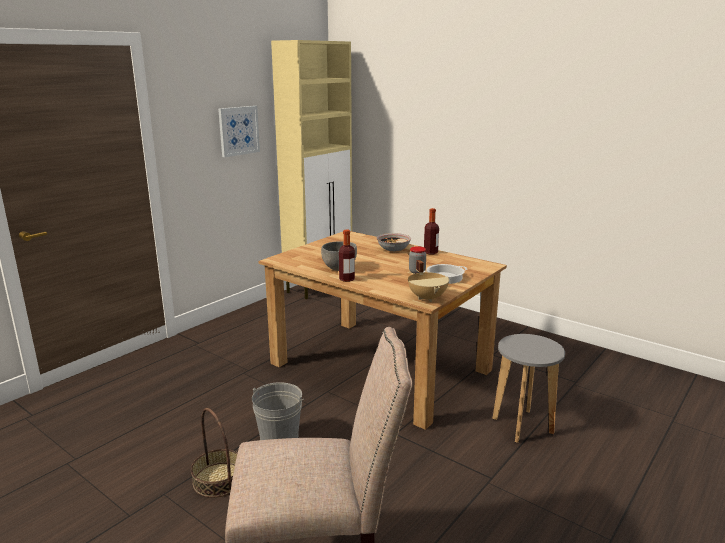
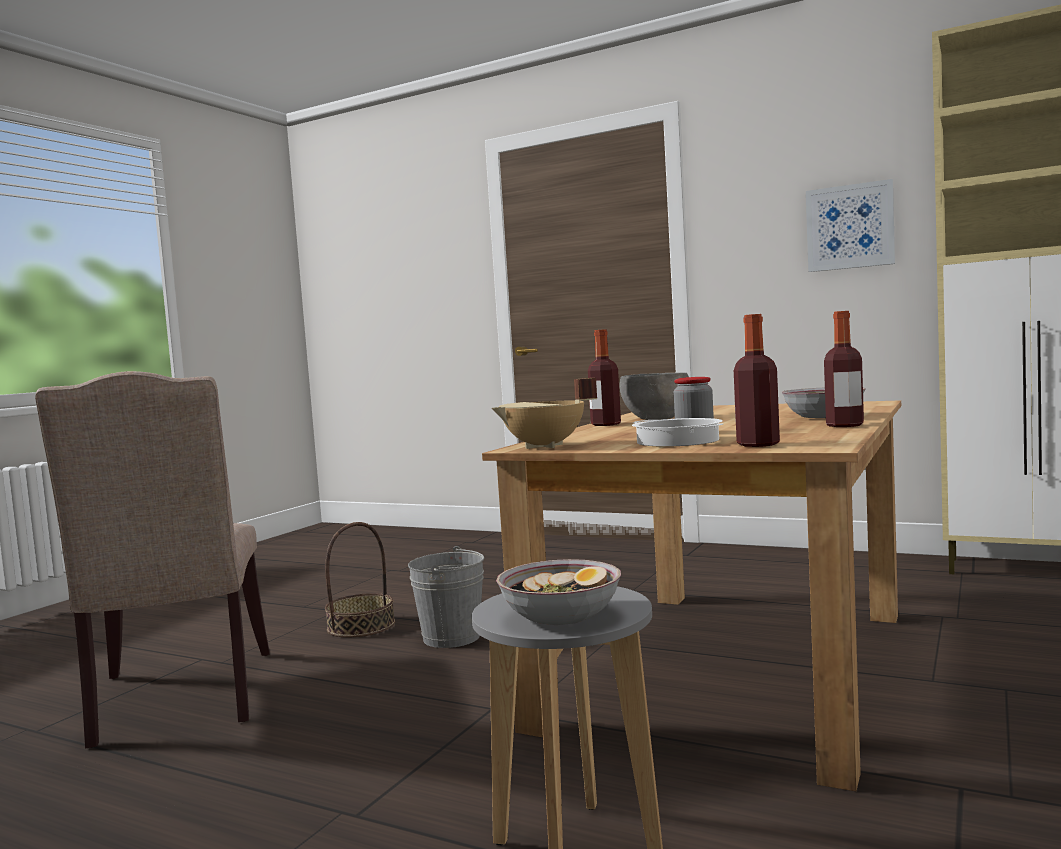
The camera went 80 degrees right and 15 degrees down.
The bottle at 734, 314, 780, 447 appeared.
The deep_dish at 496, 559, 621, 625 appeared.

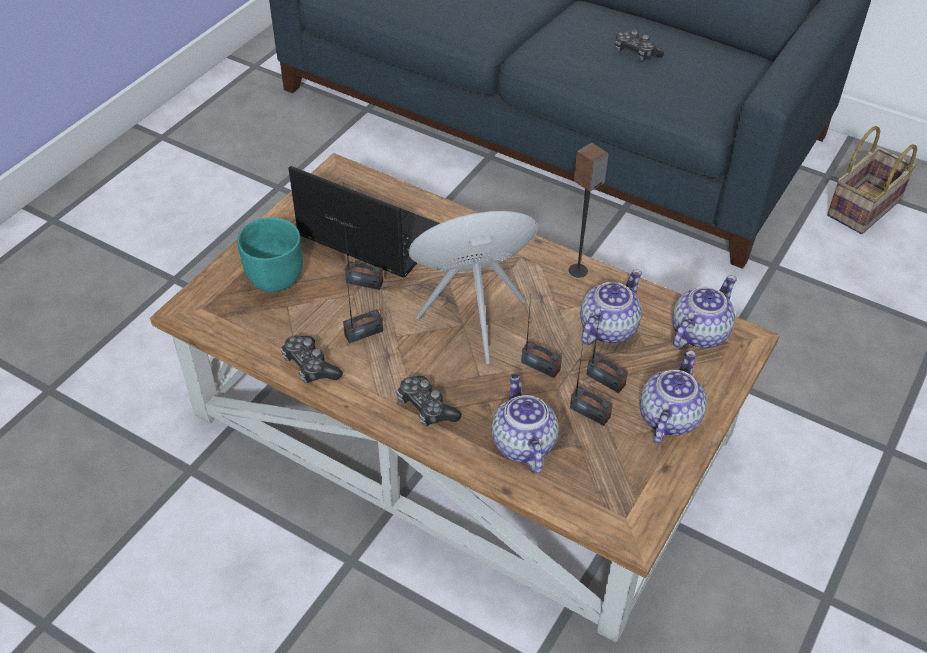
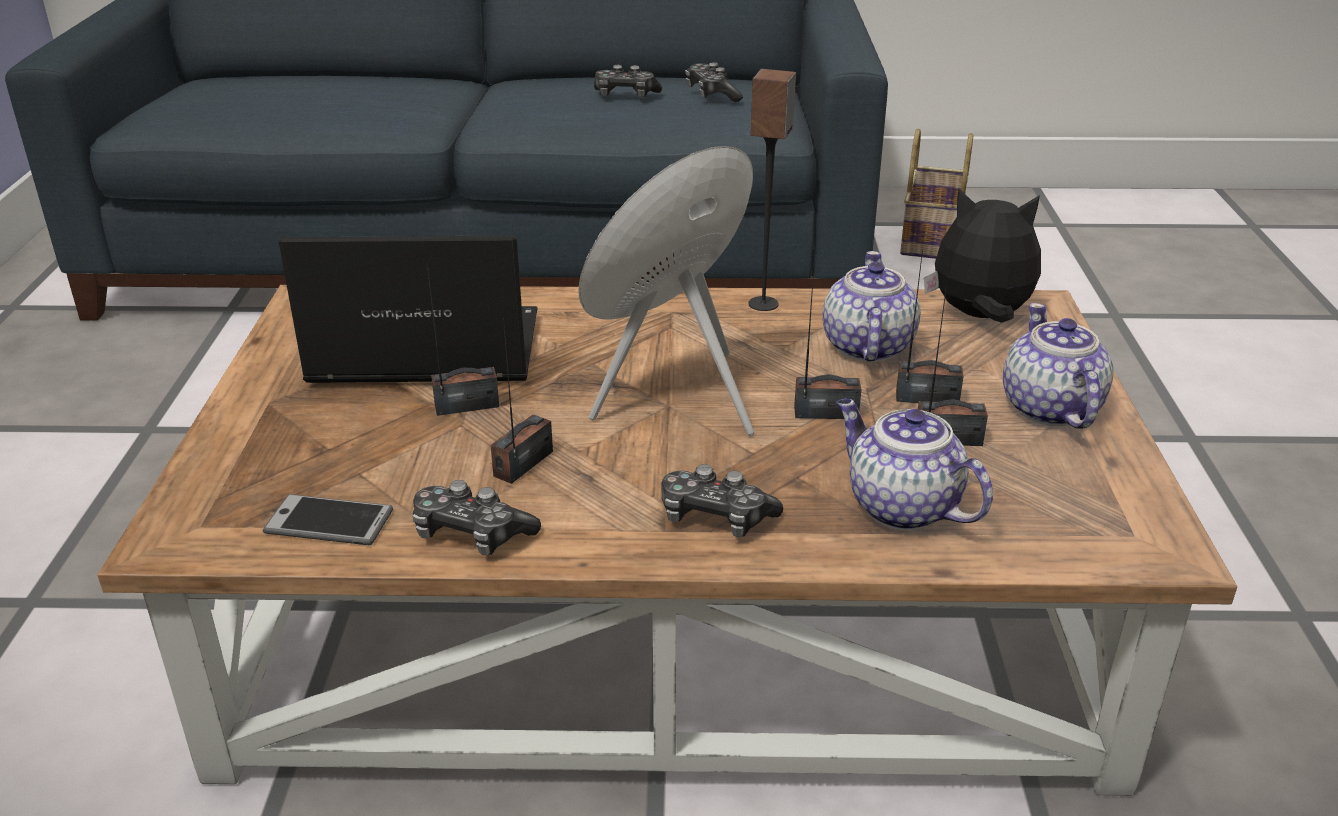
The camera went 30 degrees left and 15 degrees down.
The turquoise_deep_dish at 237, 217, 303, 292 disappeared.
The pot_for_tea at 672, 275, 737, 349 was replaced by the soft_toy at 924, 188, 1041, 323.
The game_controller at 685, 62, 743, 102 appeared.
The handset at 263, 494, 393, 545 appeared.

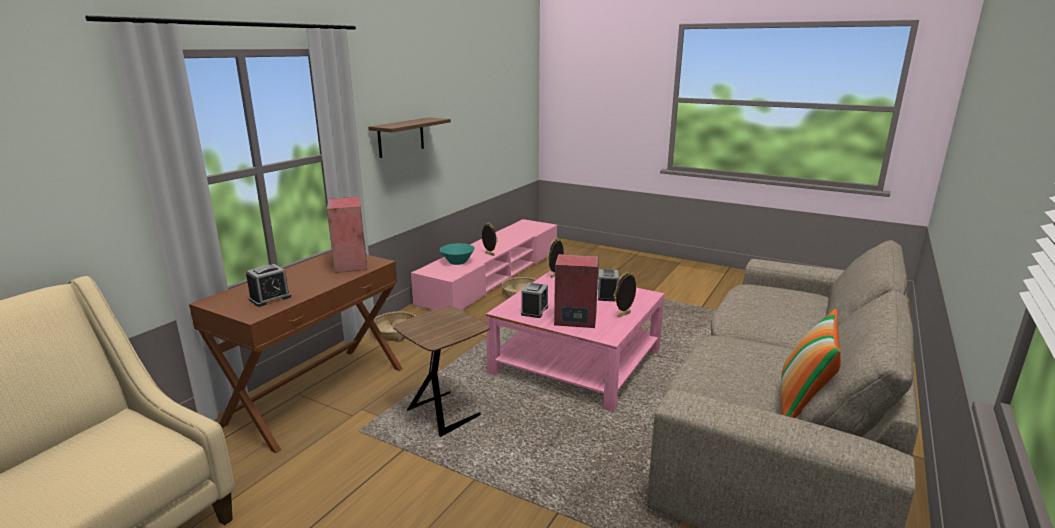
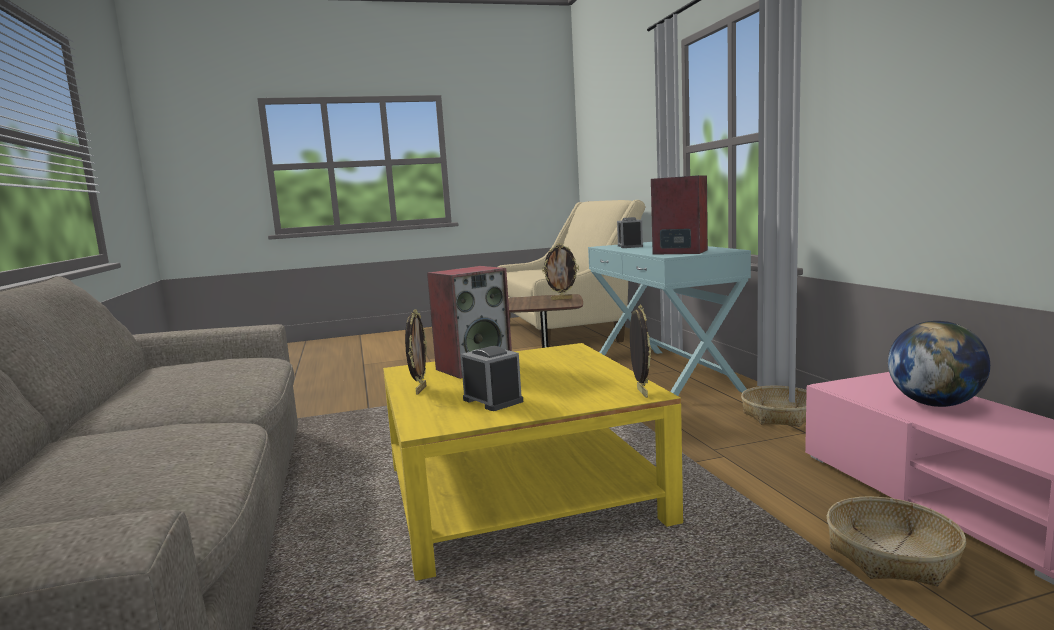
The camera went 135 degrees right and 10 degrees down.
The wall_shelf at 368, 117, 451, 158 disappeared.
The standing_frame moved from 482, 222, 498, 256 to 542, 243, 579, 300.
The turquoise_deep_dish at 440, 243, 475, 265 was replaced by the desk_globe at 888, 321, 990, 407.
The brownish_hall_table at 189, 251, 403, 454 became the turquoise_hall_table at 588, 242, 751, 396.
The pink_low_table at 486, 270, 664, 412 became the yellow_low_table at 383, 343, 683, 581.
The bedside_clock at 521, 282, 548, 318 disappeared.
The throw_pillow at 780, 309, 841, 418 disappeared.

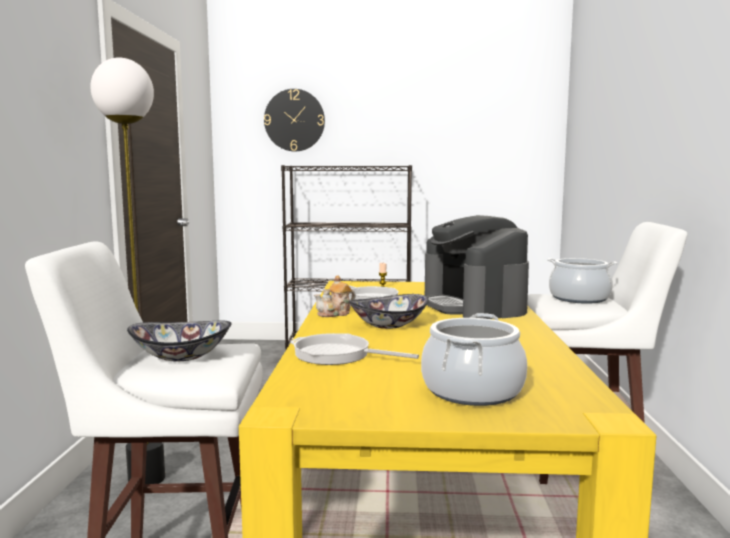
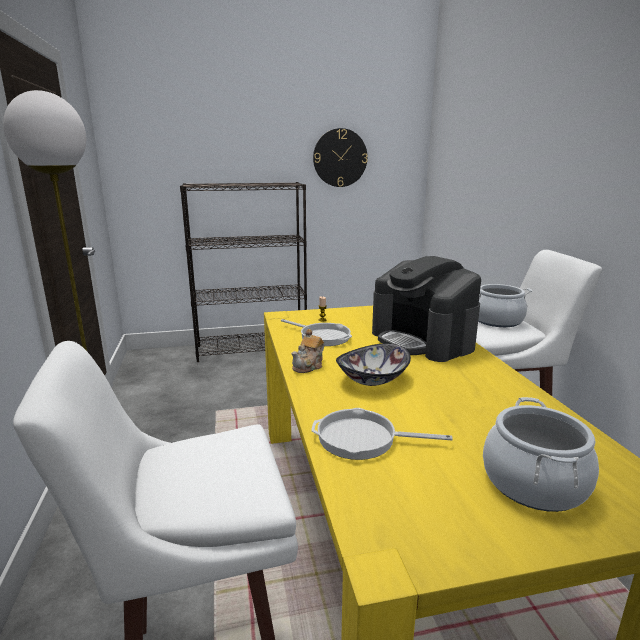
The camera went 15 degrees left and 10 degrees up.
The wall_clock moved from 264, 89, 325, 151 to 313, 128, 368, 187.
The deep_dish at 127, 321, 231, 361 disappeared.

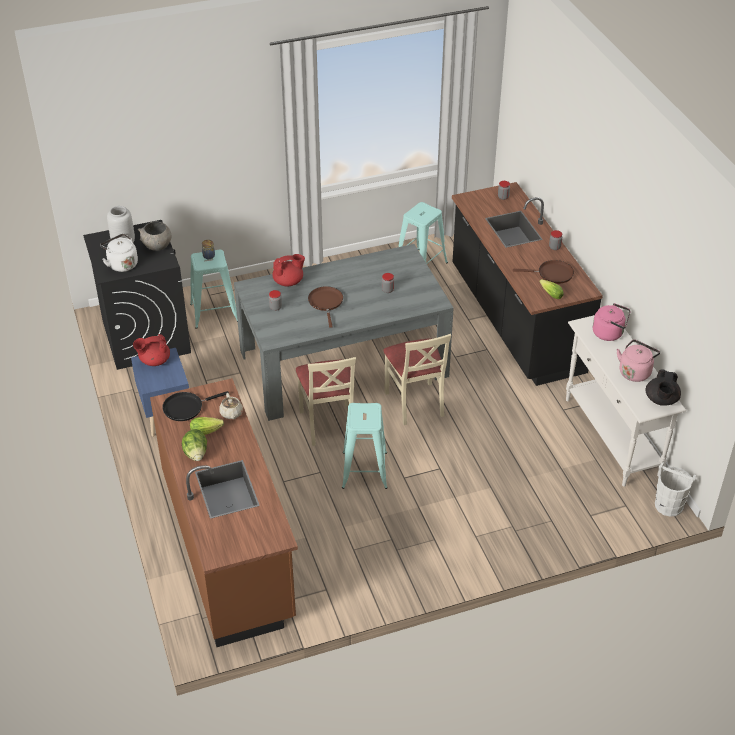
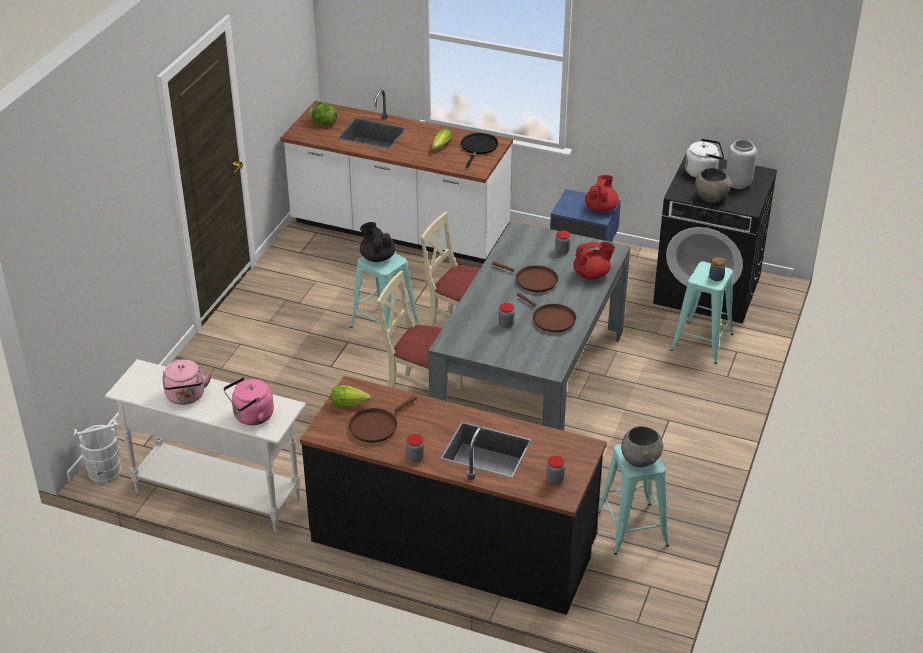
The camera went 130 degrees right and 5 degrees down.
The red-coloured_pot_for_tea at 273, 254, 305, 286 turned 120 degrees counterclockwise.
The blackish_pot_for_tea moved from 646, 369, 681, 406 to 360, 222, 396, 262.
The brownish_counter at 150, 378, 298, 647 became the white-coloured_counter at 280, 89, 513, 263.
The beige-coloured_pot_for_tea at 219, 393, 243, 419 disappeared.
The lettuce moved from 182, 429, 207, 461 to 308, 102, 337, 125.
The brownish_frying_pan at 517, 293, 576, 333 appeared.
The grey_deep_dish at 621, 426, 663, 467 appeared.

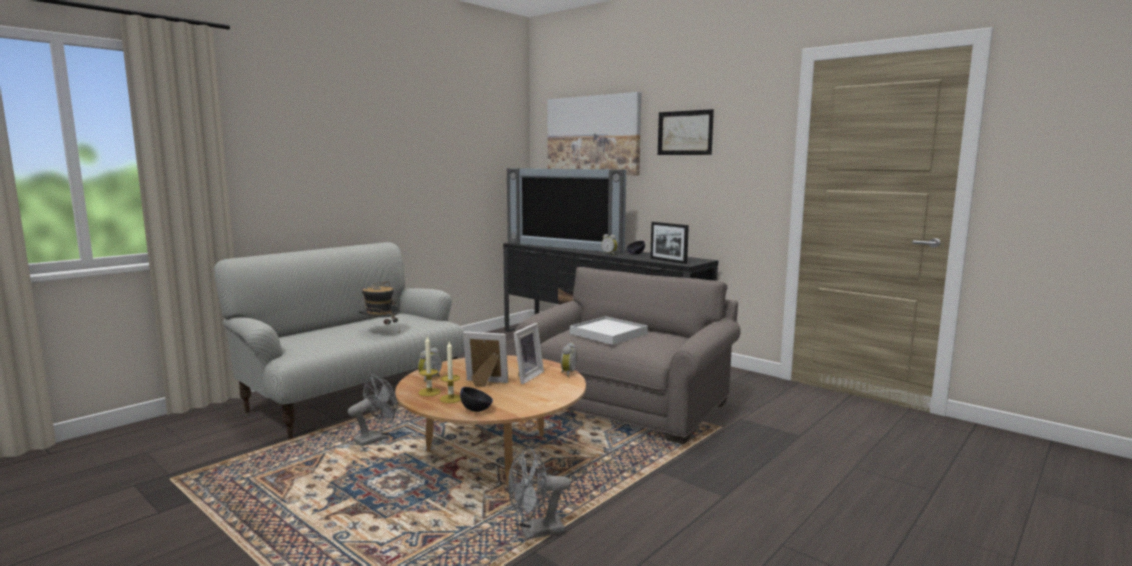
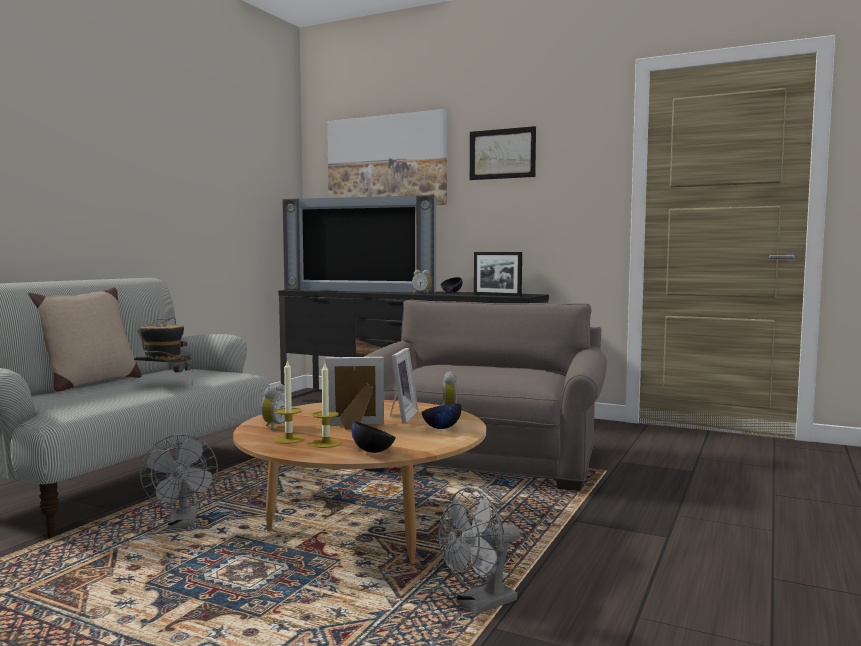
The camera went 15 degrees left and 5 degrees down.
The white-coloured_tray at 570, 316, 648, 345 disappeared.
The grey_electric_fan at 348, 374, 398, 446 turned 135 degrees clockwise.
The beige-coloured_throw_pillow at 28, 287, 142, 392 appeared.
The blackish_deep_dish at 421, 404, 461, 429 appeared.

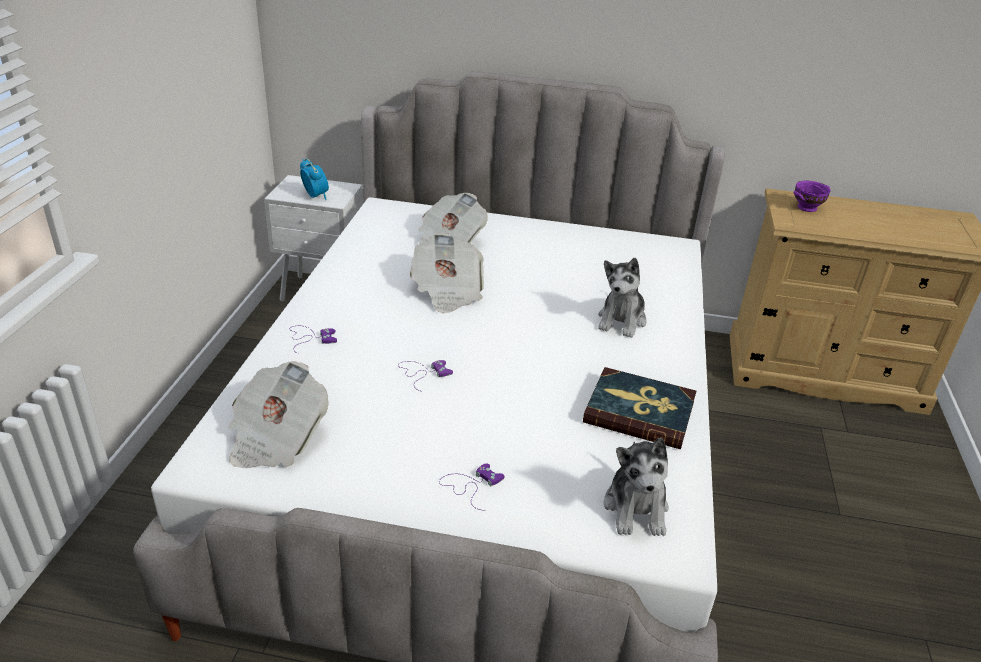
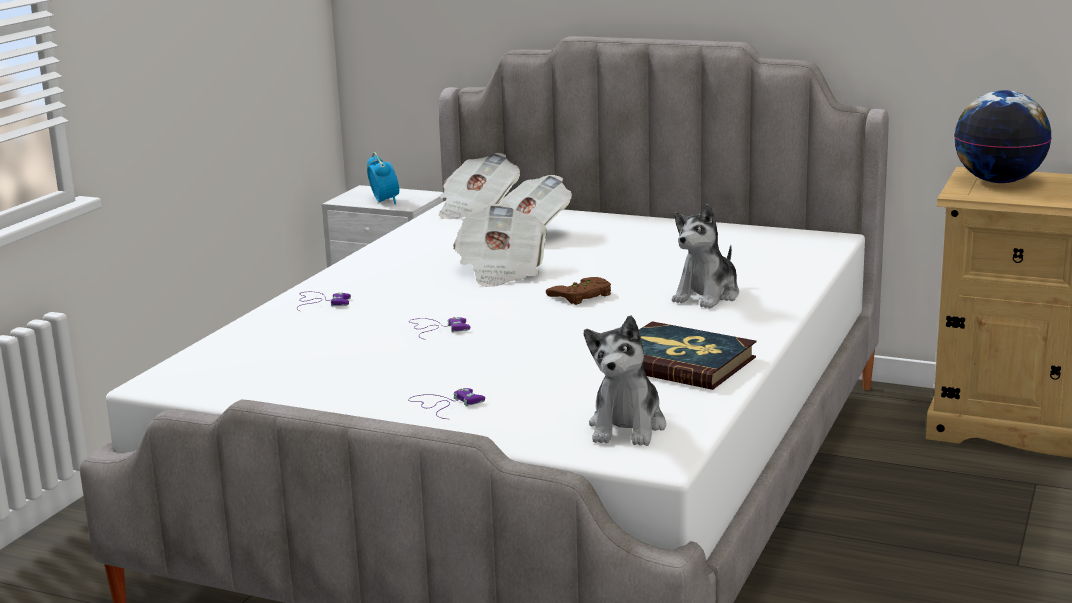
The camera went 15 degrees right and 15 degrees down.
The purple_deep_dish at 794, 180, 831, 212 was replaced by the desk_globe at 954, 90, 1052, 183.
The printed_paper moved from 229, 361, 329, 468 to 439, 153, 520, 219.
The brownish_game_controller at 546, 277, 611, 305 appeared.

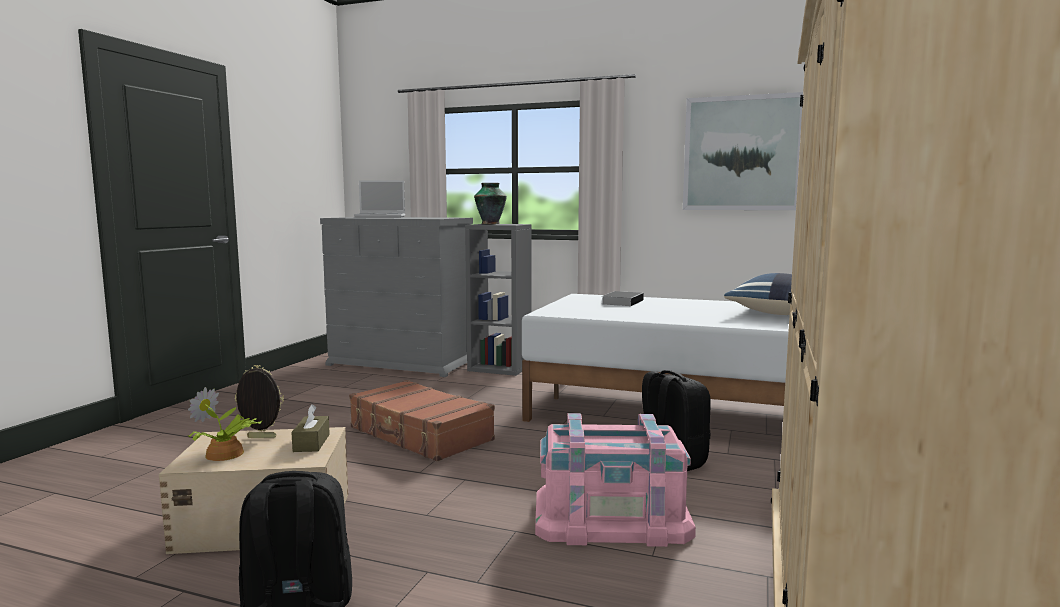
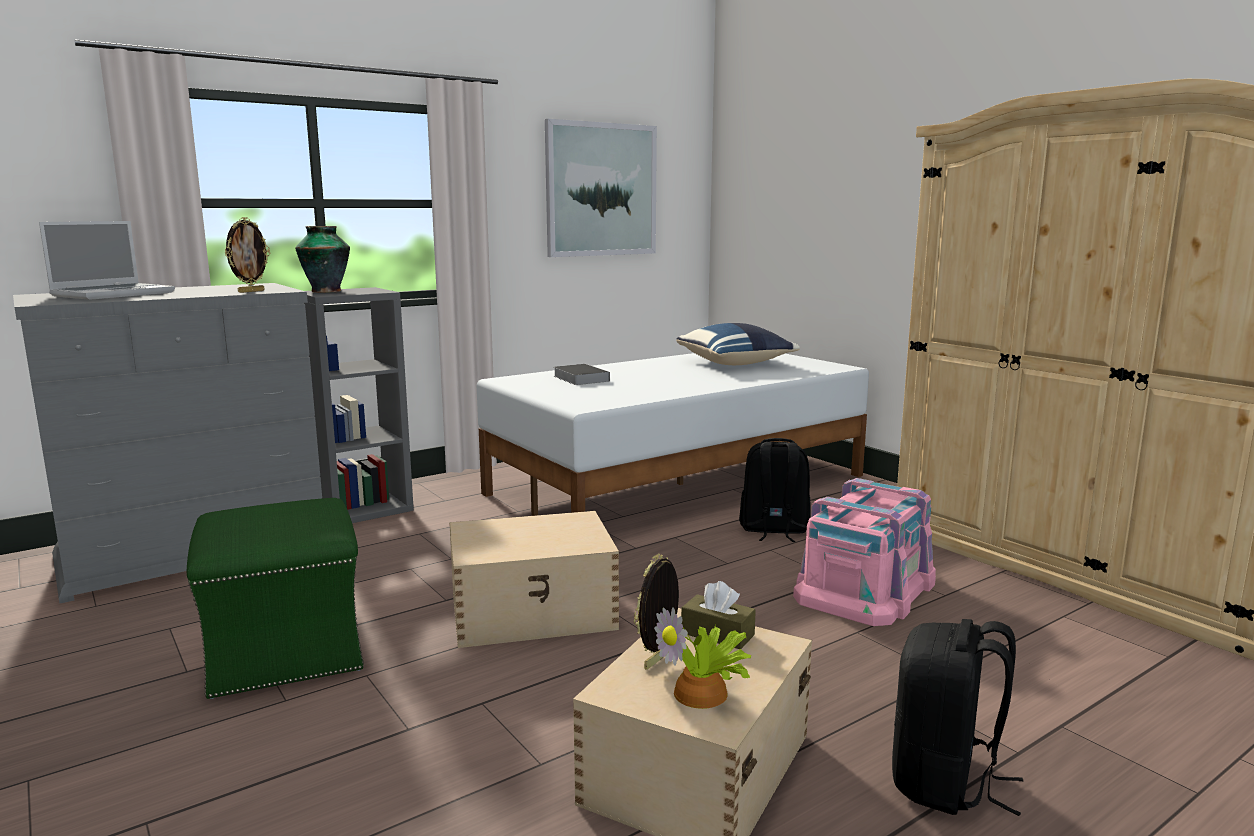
The camera went 55 degrees left and 5 degrees up.
The brownish_piece_of_luggage at 349, 380, 495, 462 was replaced by the beige-coloured_storage_bin at 449, 511, 619, 648.
The standing_frame at 224, 217, 270, 293 appeared.
The green-coloured_pouffe at 187, 498, 364, 699 appeared.

